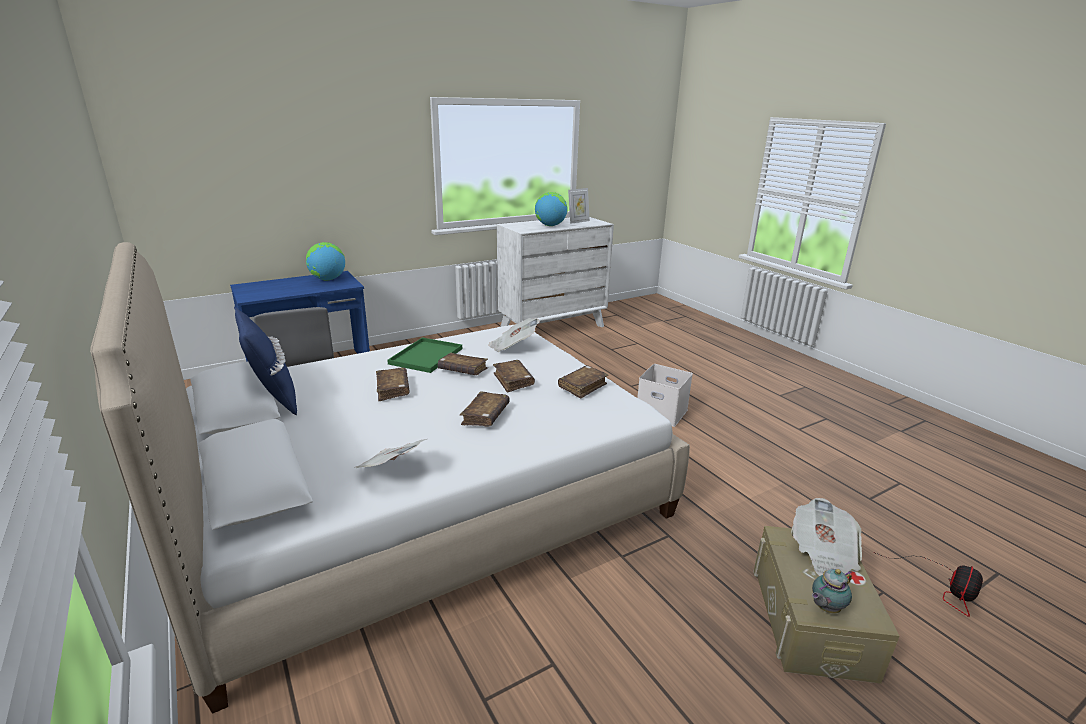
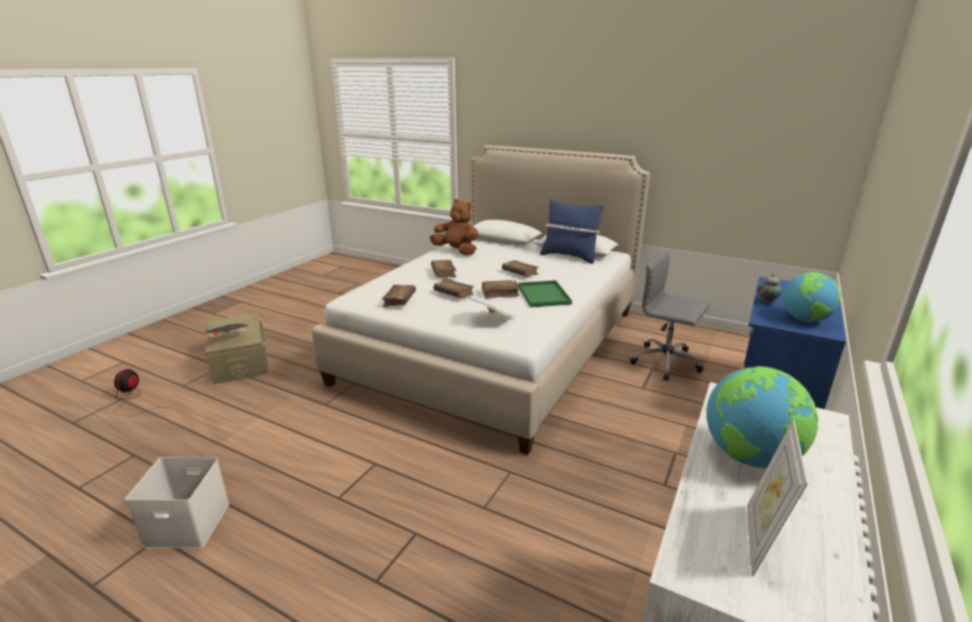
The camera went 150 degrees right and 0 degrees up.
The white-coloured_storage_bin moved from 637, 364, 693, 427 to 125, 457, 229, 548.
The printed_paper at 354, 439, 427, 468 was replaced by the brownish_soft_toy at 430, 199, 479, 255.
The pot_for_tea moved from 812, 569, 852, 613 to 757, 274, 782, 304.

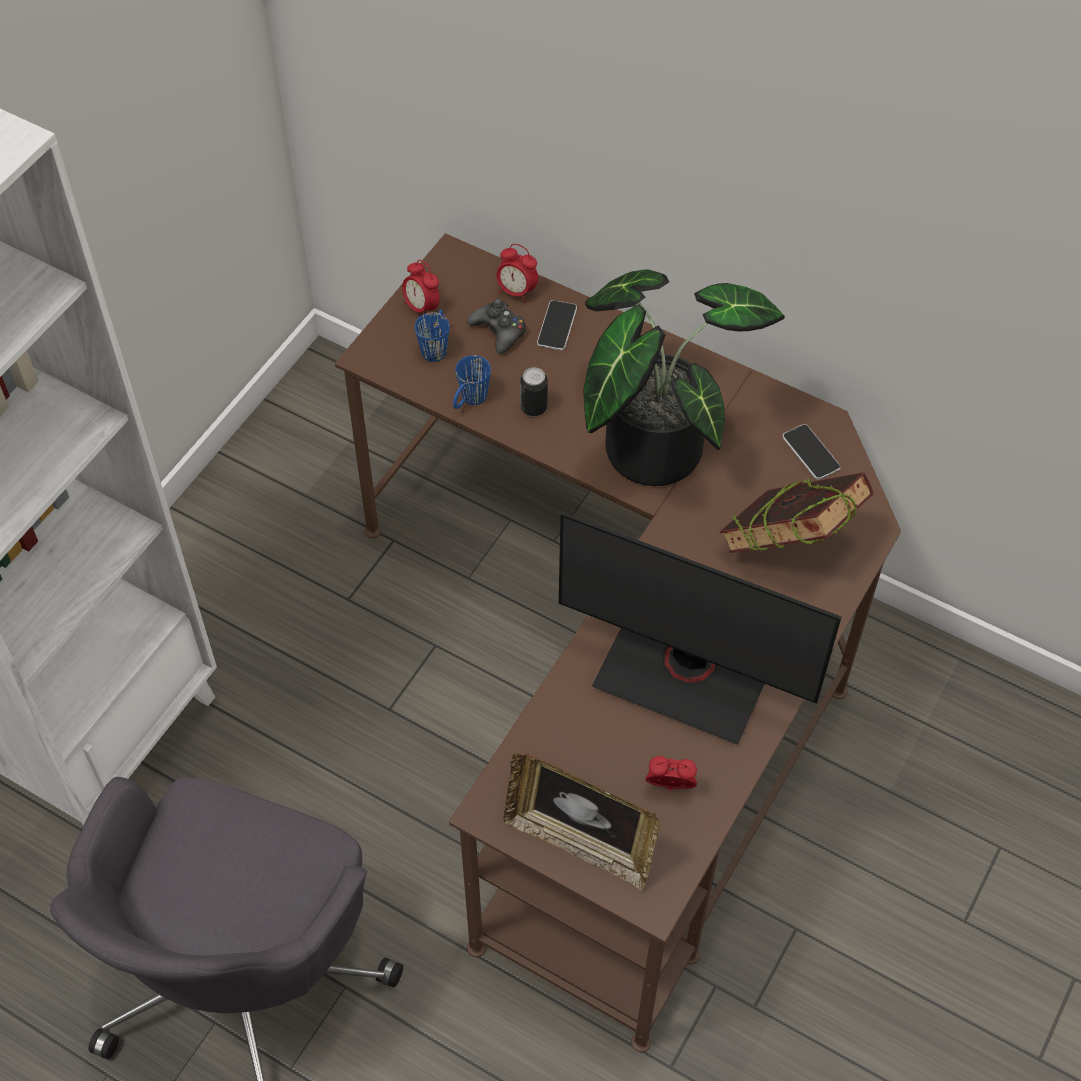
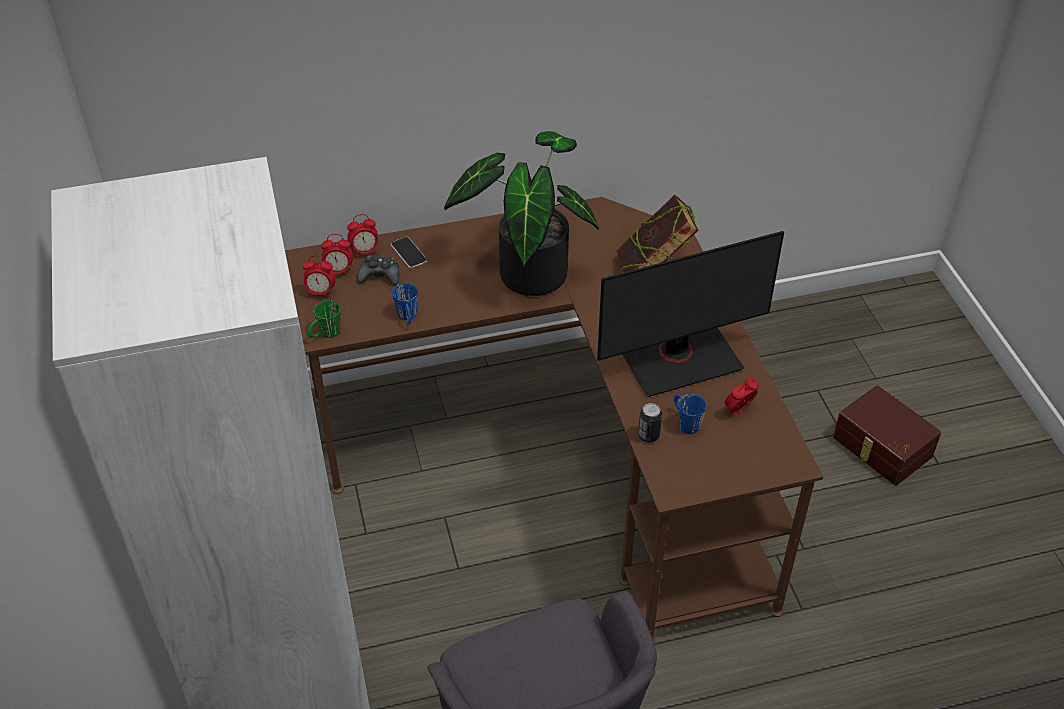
The camera went 45 degrees left and 10 degrees down.
The blue-coloured_coffee_mug moved from 415, 310, 450, 362 to 674, 394, 707, 434.
The metal_can moved from 520, 367, 548, 417 to 638, 403, 662, 443.
The handset at 782, 424, 841, 480 disappeared.
The standing_frame at 503, 753, 660, 892 disappeared.
The bedside_clock at 321, 234, 353, 276 appeared.
The green-coloured_coffee_mug at 308, 300, 340, 338 appeared.
The brownish_storage_bin at 833, 386, 941, 486 appeared.

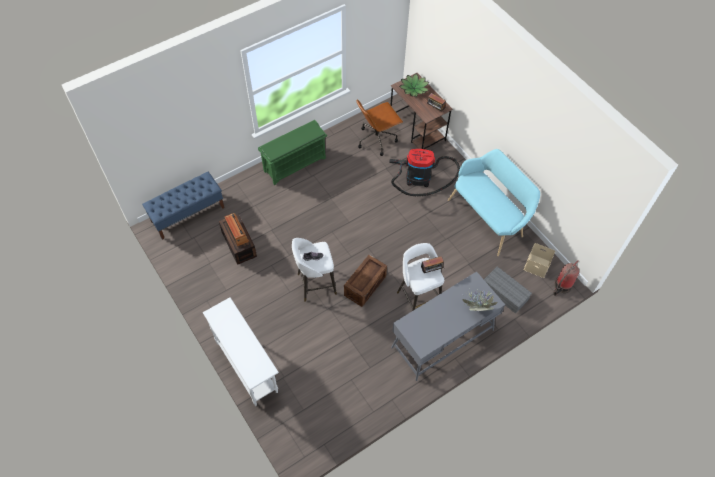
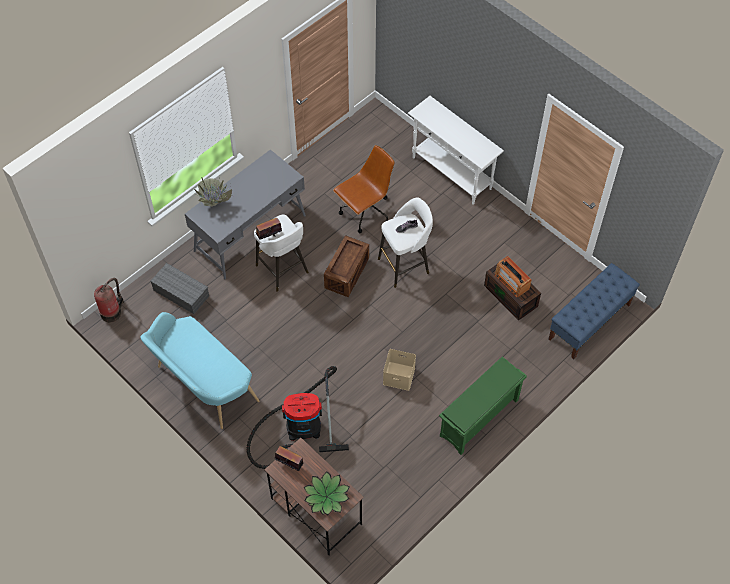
The camera went 170 degrees right and 0 degrees up.
The brownish_computer_chair moved from 357, 100, 403, 156 to 333, 145, 394, 233.
The beige-coloured_storage_bin moved from 524, 243, 555, 278 to 383, 349, 416, 391.

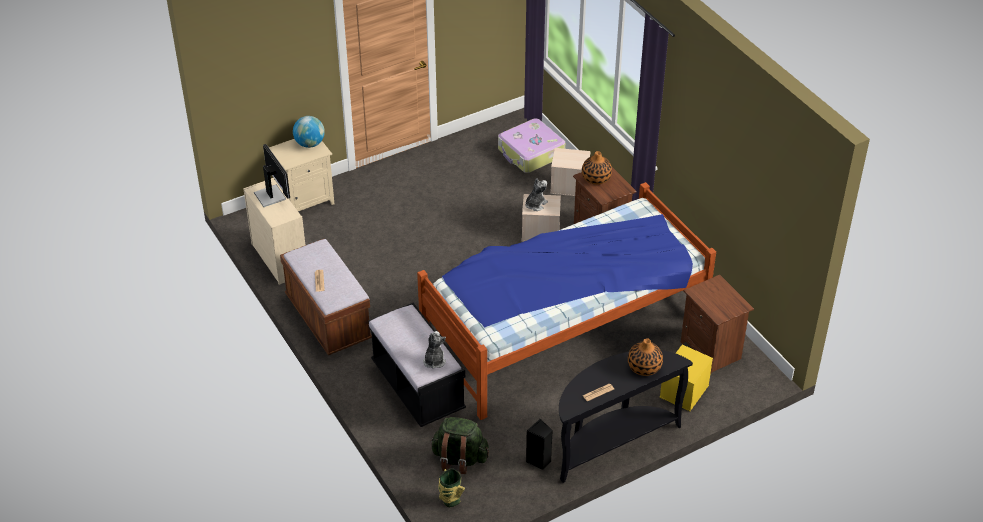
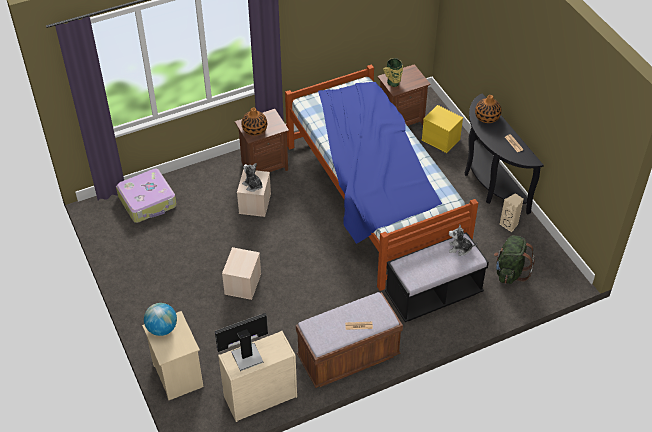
The camera went 85 degrees left and 5 degrees up.
The beige-coloured_storage_bin moved from 550, 148, 591, 196 to 222, 247, 261, 300.
The blackish_audio_speaker at 526, 419, 553, 470 became the beige-coloured_audio_speaker at 500, 193, 523, 232.
The decorative_vase moved from 438, 468, 465, 507 to 383, 58, 403, 87.

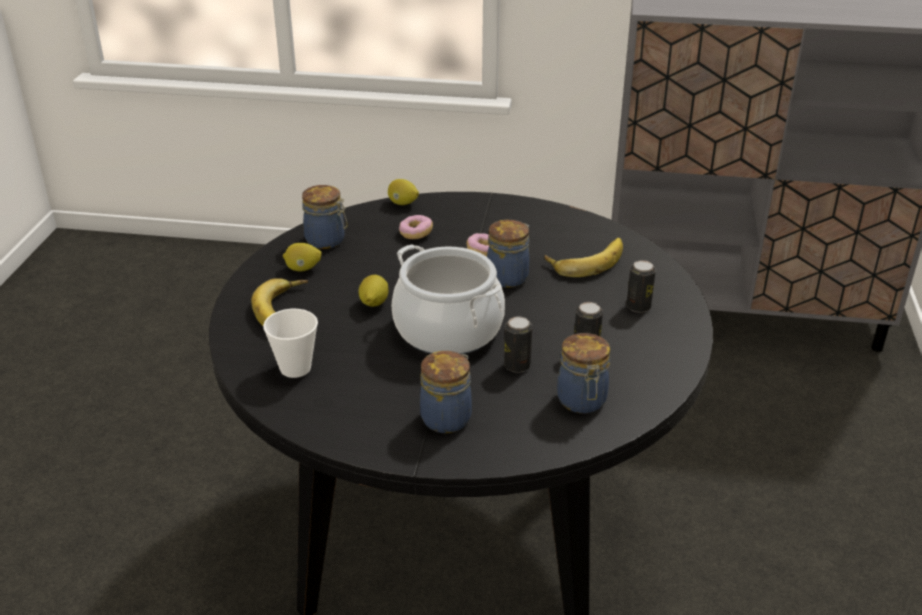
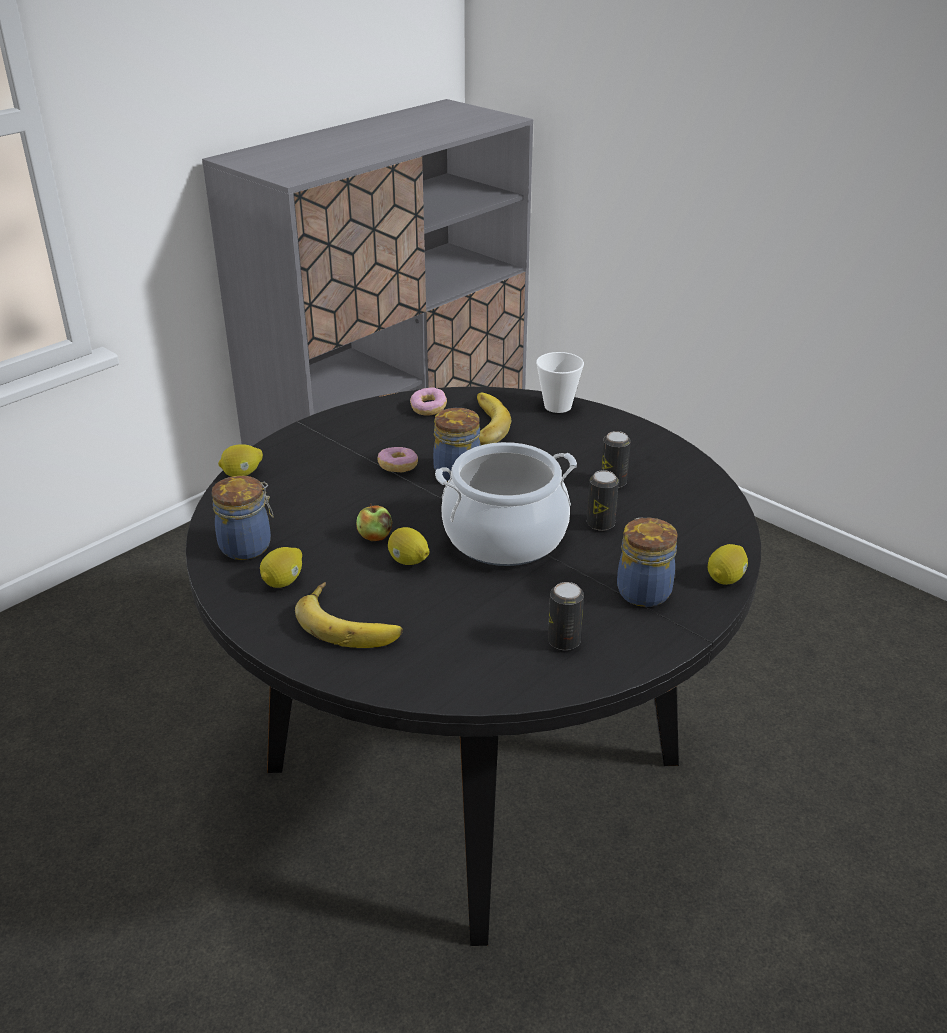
The camera went 55 degrees left and 0 degrees up.
The donut moved from 399, 215, 433, 239 to 410, 387, 447, 415.
The metal_can moved from 626, 260, 656, 313 to 548, 582, 584, 650.
The small_cup moved from 263, 309, 318, 378 to 536, 352, 584, 413.
The jar at 557, 333, 610, 413 disappeared.
The apple_fruit at 356, 504, 392, 541 appeared.
The citrus_fruit at 708, 544, 748, 585 appeared.

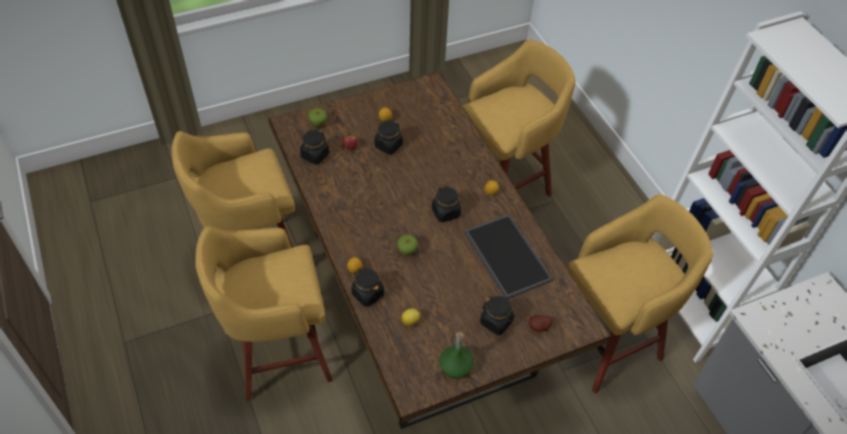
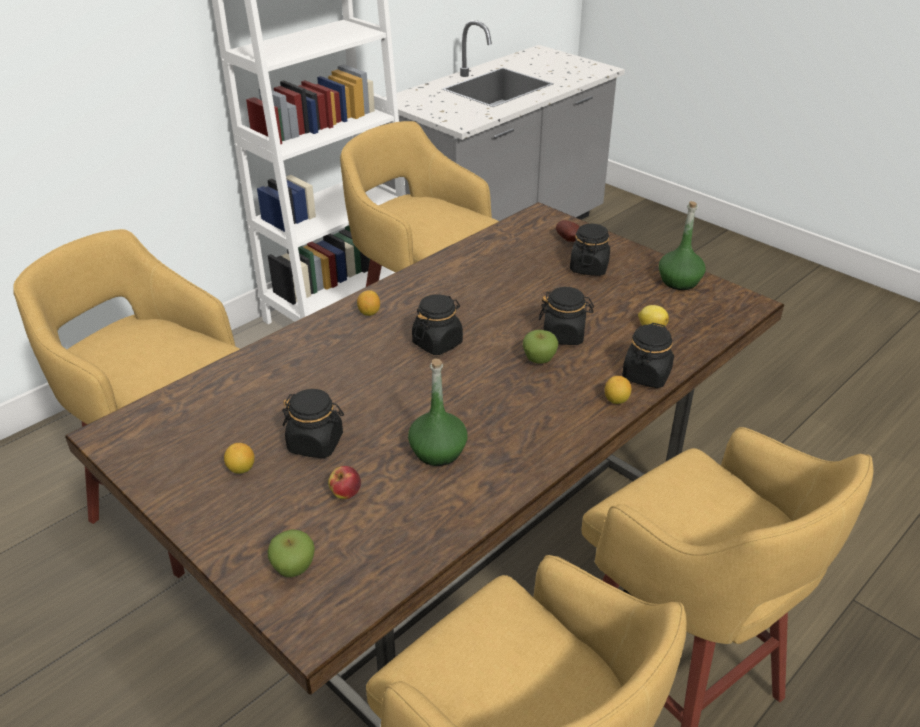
The camera went 110 degrees left and 15 degrees down.
The blackish_jar moved from 300, 129, 329, 165 to 539, 287, 594, 345.
The tray at 464, 214, 553, 299 disappeared.
The green-coloured_bottle at 408, 358, 467, 466 appeared.

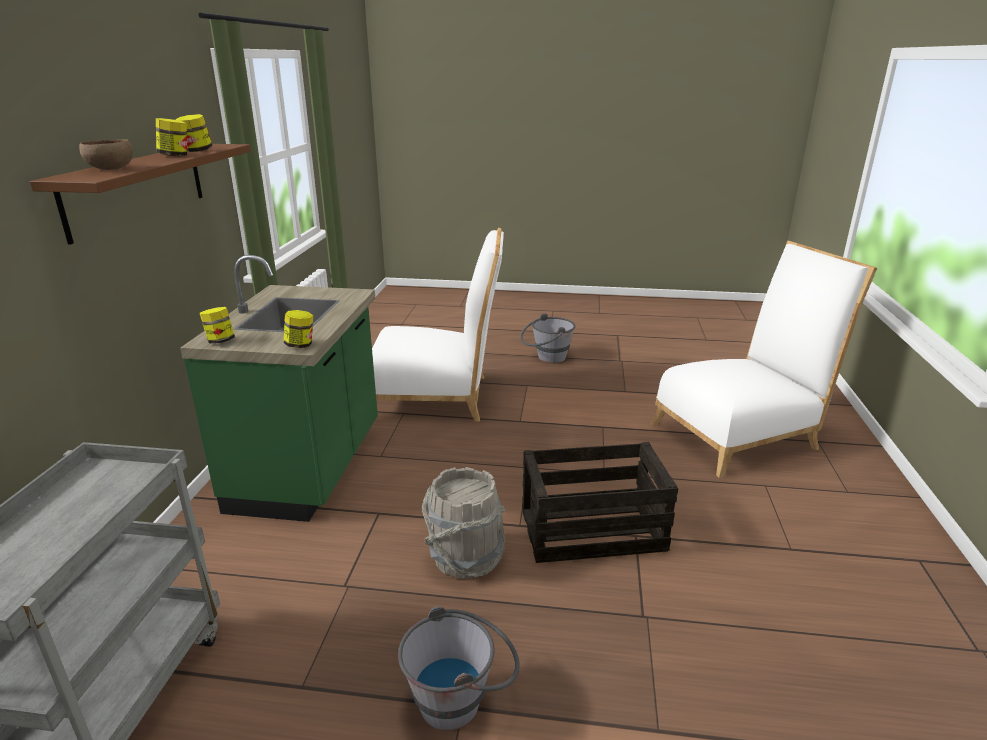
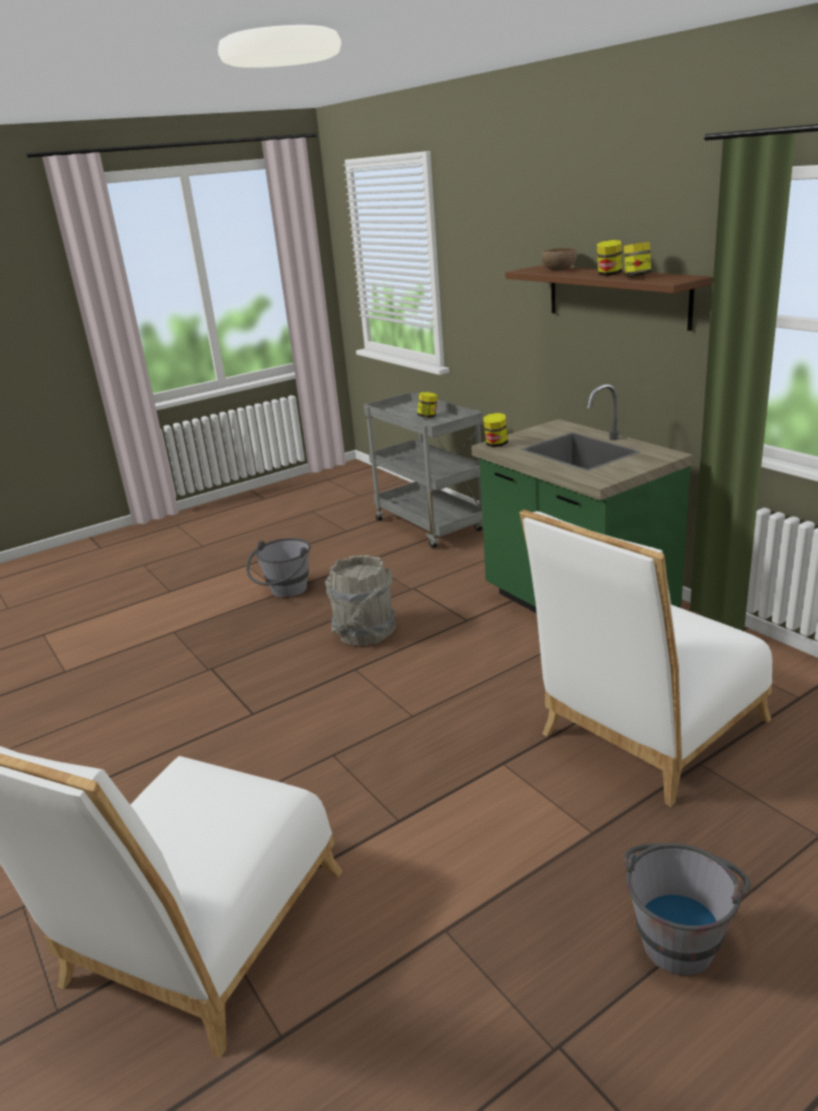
The camera went 140 degrees right and 0 degrees up.
The jar moved from 200, 307, 235, 344 to 417, 392, 438, 418.
The shipping_crate at 522, 442, 678, 563 disappeared.

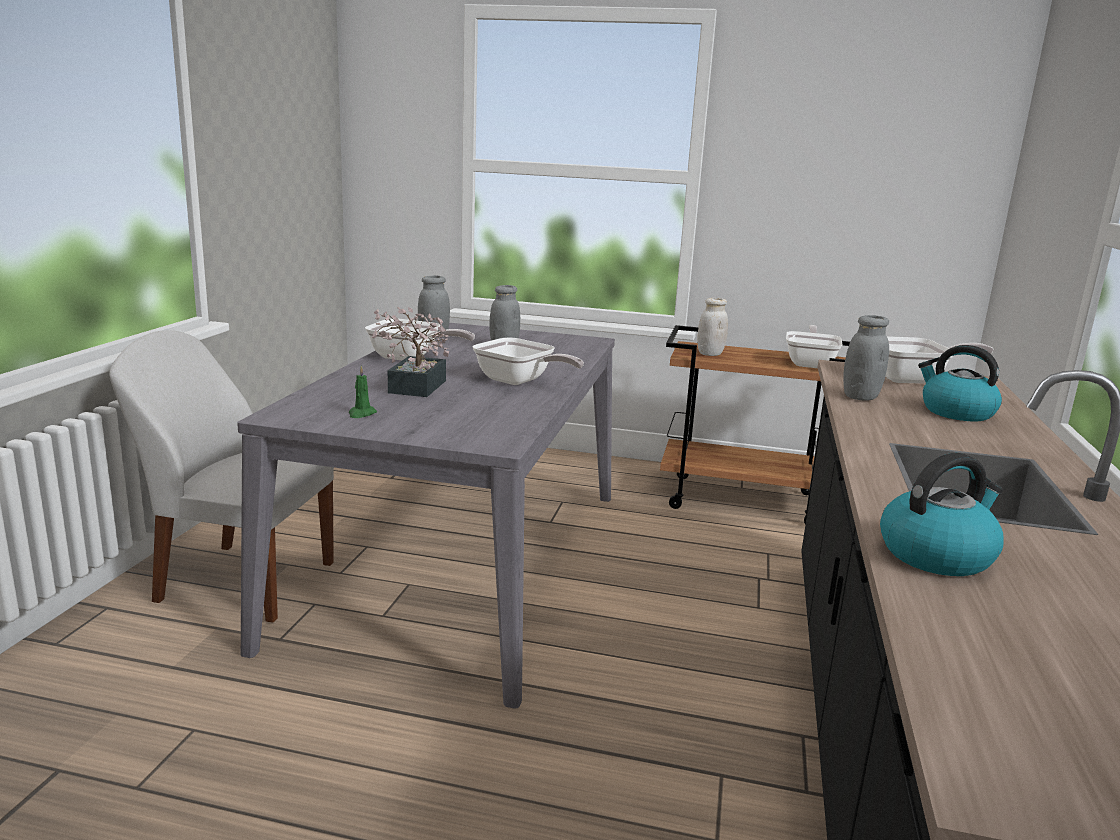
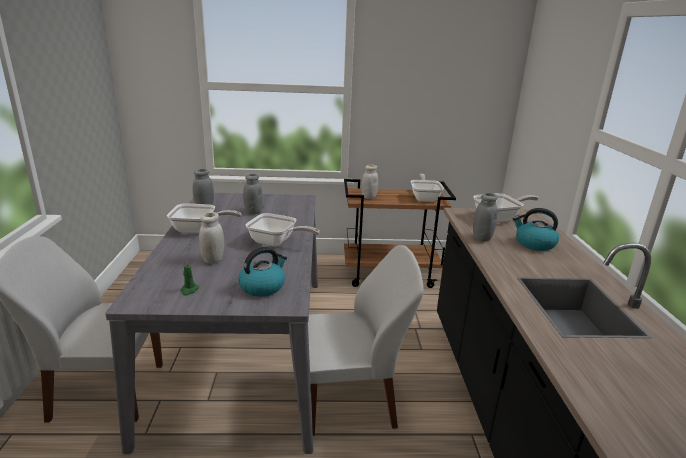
The camera went 15 degrees left and 5 degrees up.
The houseplant at 372, 307, 449, 397 was replaced by the white-coloured_jar at 199, 212, 224, 264.
The water_kettle moved from 880, 453, 1004, 576 to 238, 247, 287, 297.
The white-coloured_upright_chair at 308, 245, 424, 436 appeared.

